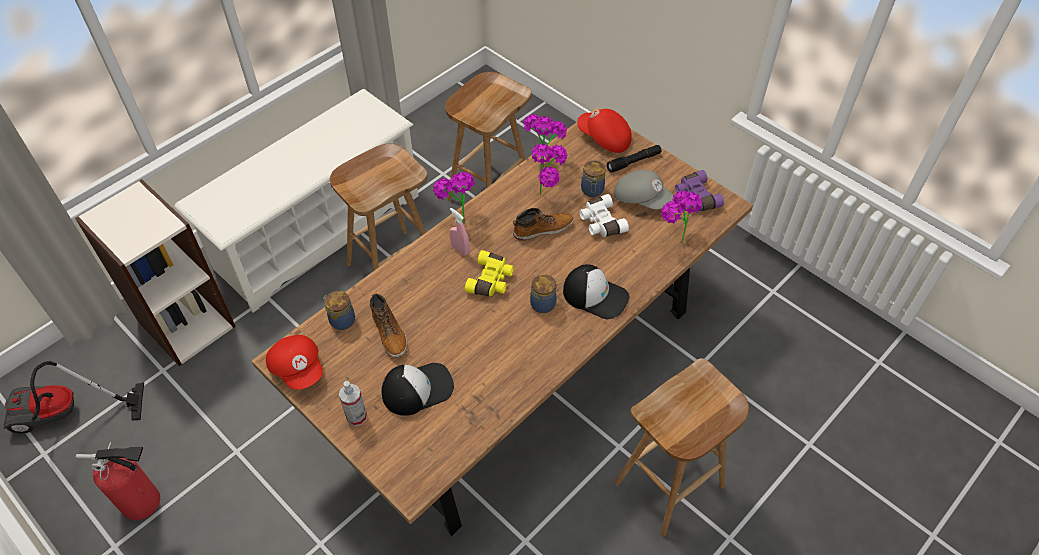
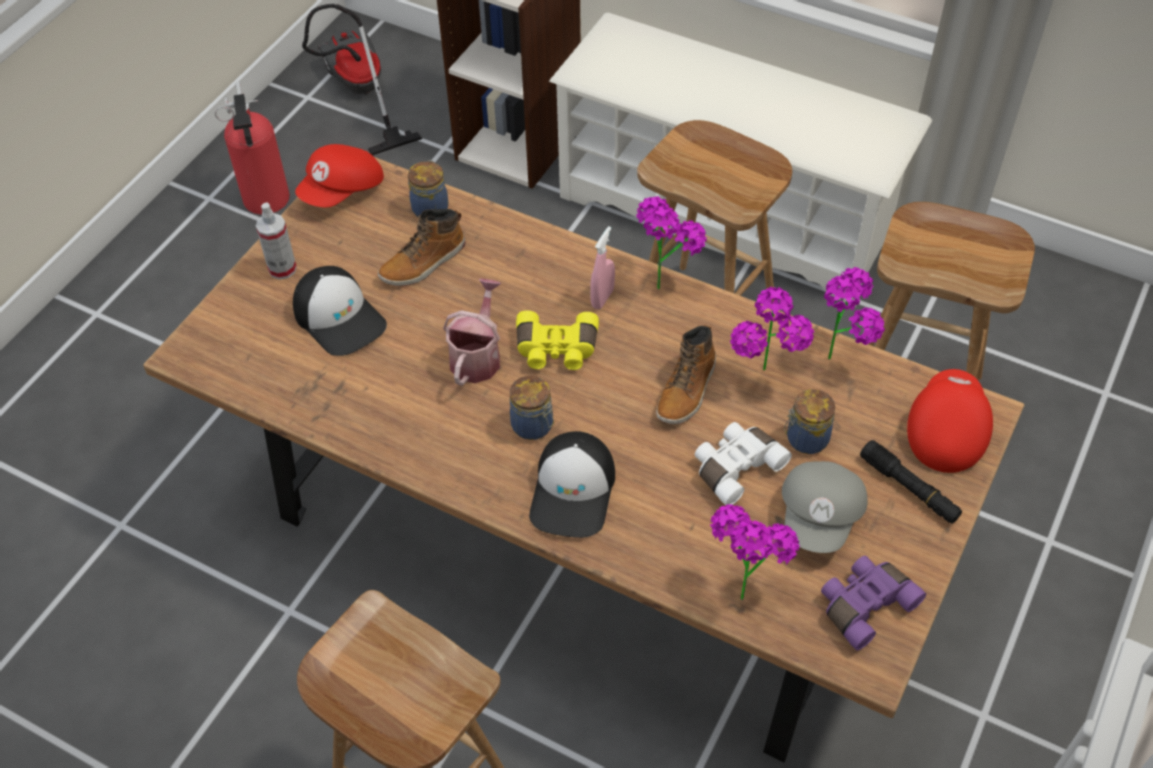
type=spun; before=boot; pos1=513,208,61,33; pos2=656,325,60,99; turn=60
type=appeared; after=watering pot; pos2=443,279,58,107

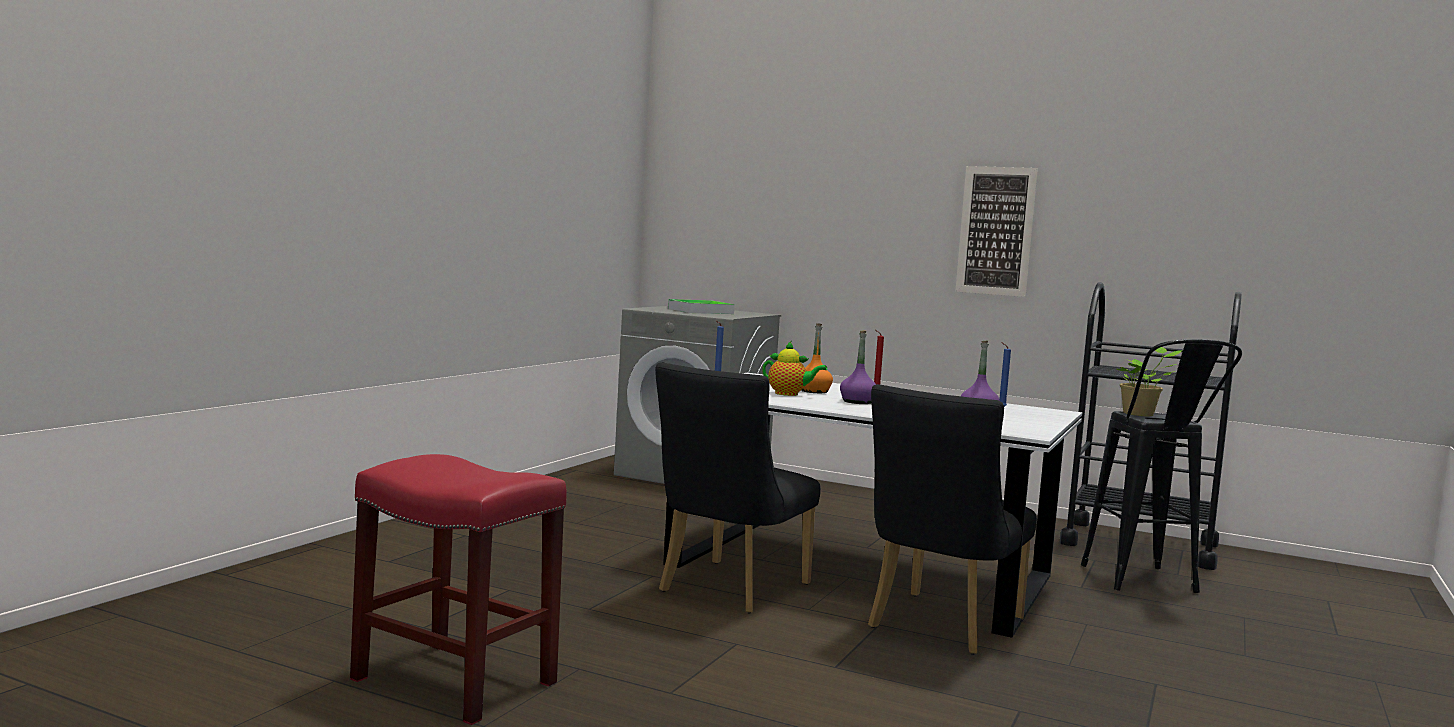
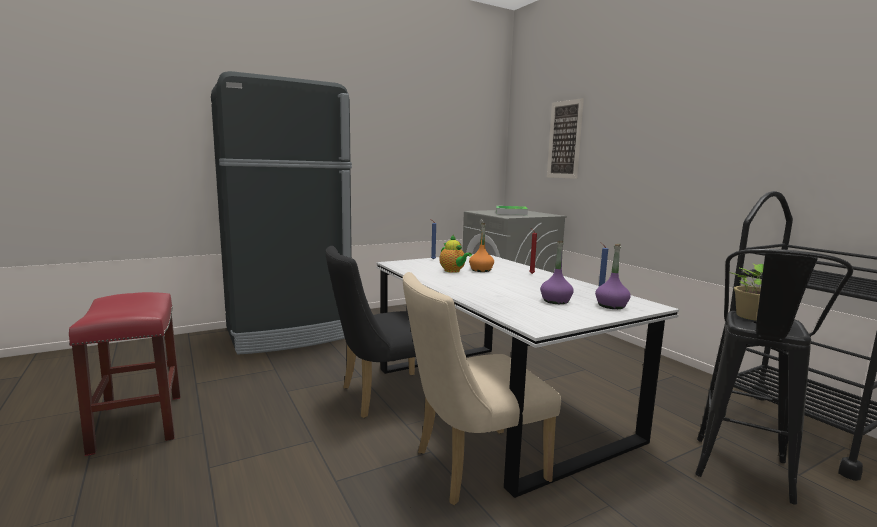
type=relocated; before=wall art; pos1=955,166,83,131; pos2=547,98,37,81
type=relocated; before=purplish beverage bottle; pos1=840,330,36,74; pos2=595,244,36,65
type=colour; before=black chair; after=beige chair; pos1=868,384,169,271; pos2=403,272,158,233
type=appeared; after=black kitchen fridge; pos2=211,71,141,283

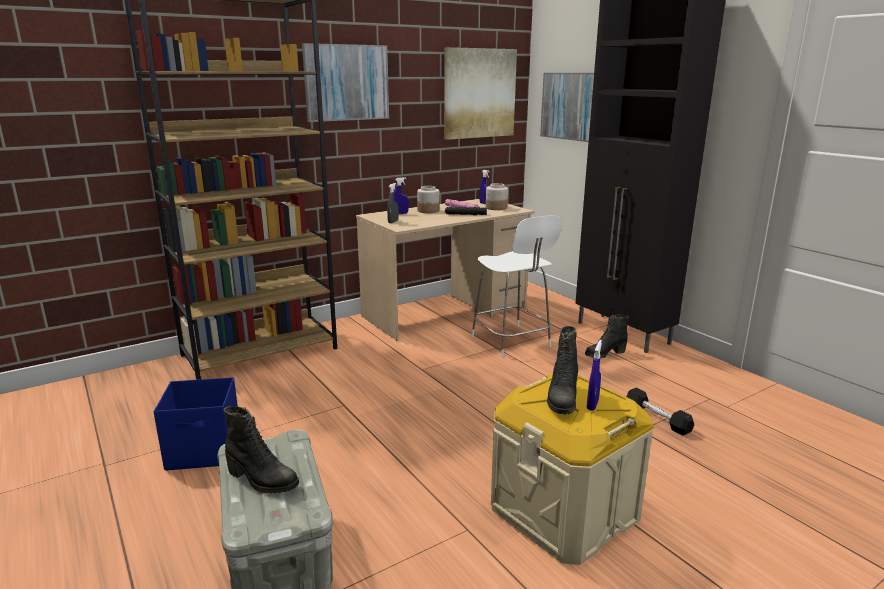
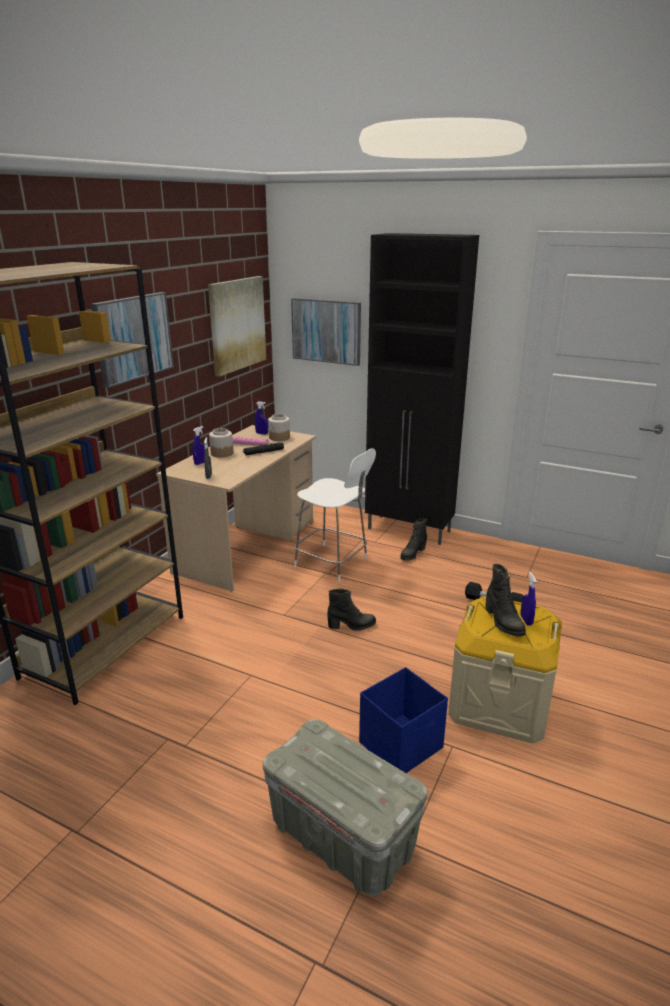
type=relocated; before=bluish storage bin; pos1=153,377,85,94; pos2=359,667,89,106
type=relocated; before=black boot; pos1=223,406,76,88; pos2=327,589,49,42

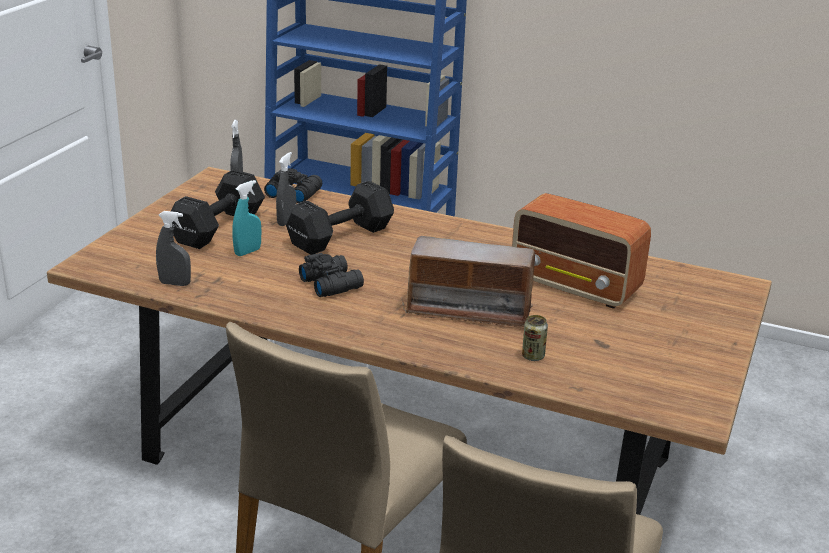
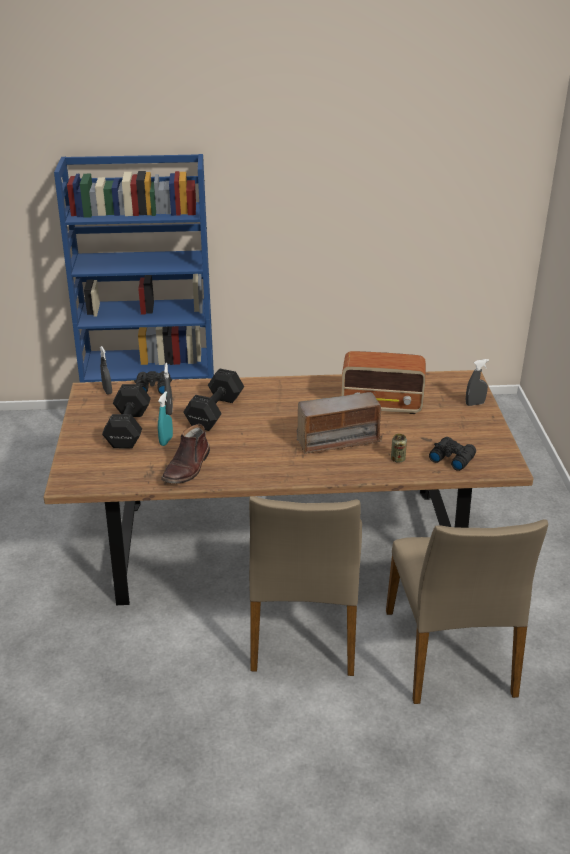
type=relocated; before=gray hand sprayer; pos1=156,211,35,75; pos2=466,359,23,47
type=relocated; before=black binoculars; pos1=299,253,65,44; pos2=429,437,47,34
type=appeared; after=brown-coloured boot; pos2=161,424,49,60

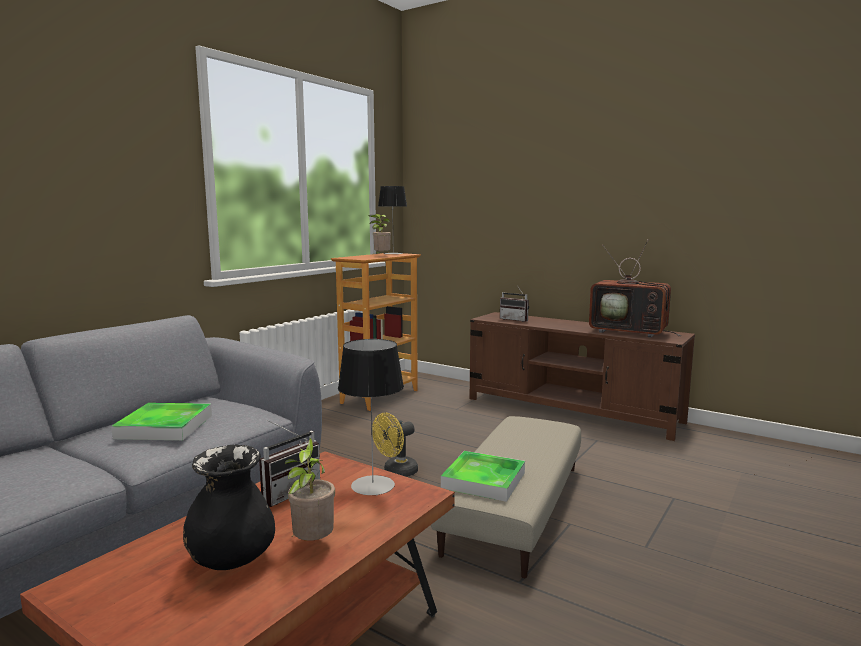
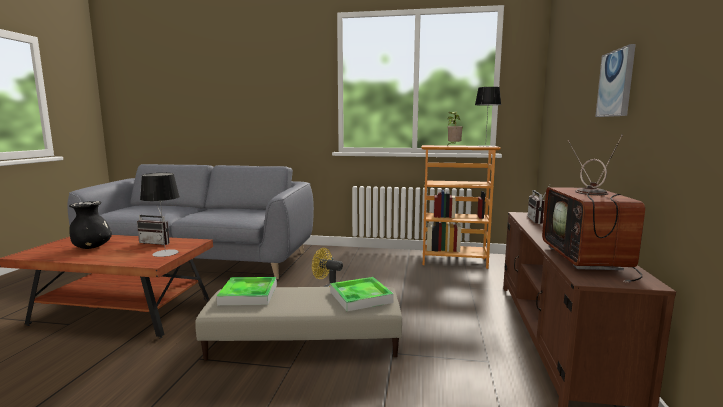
type=relocated; before=tray; pos1=111,403,101,37; pos2=330,277,64,34
type=missing; before=potted plant; pos1=285,438,50,103
type=appeared; after=wall art; pos2=595,44,41,73

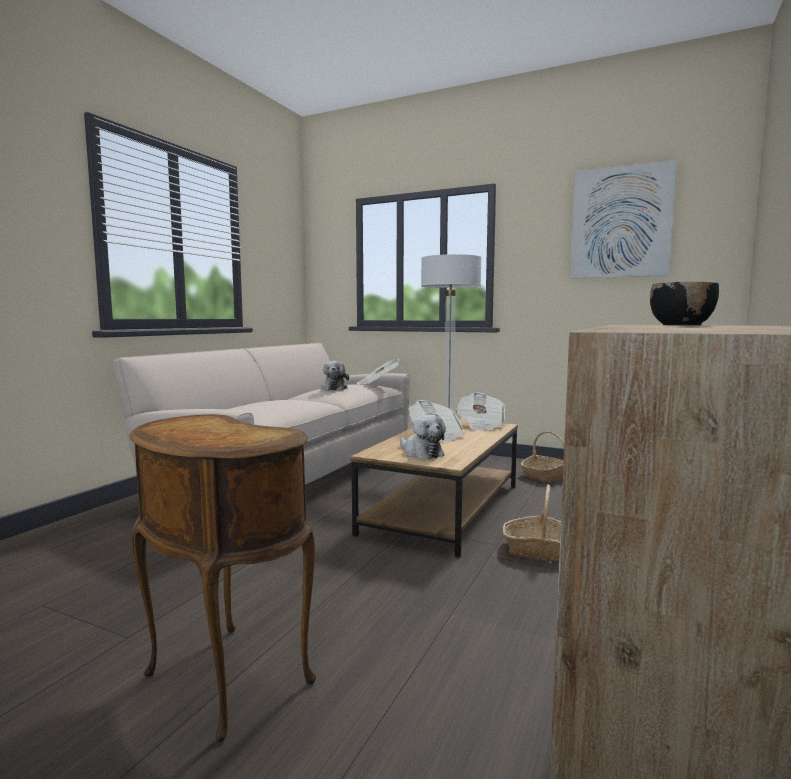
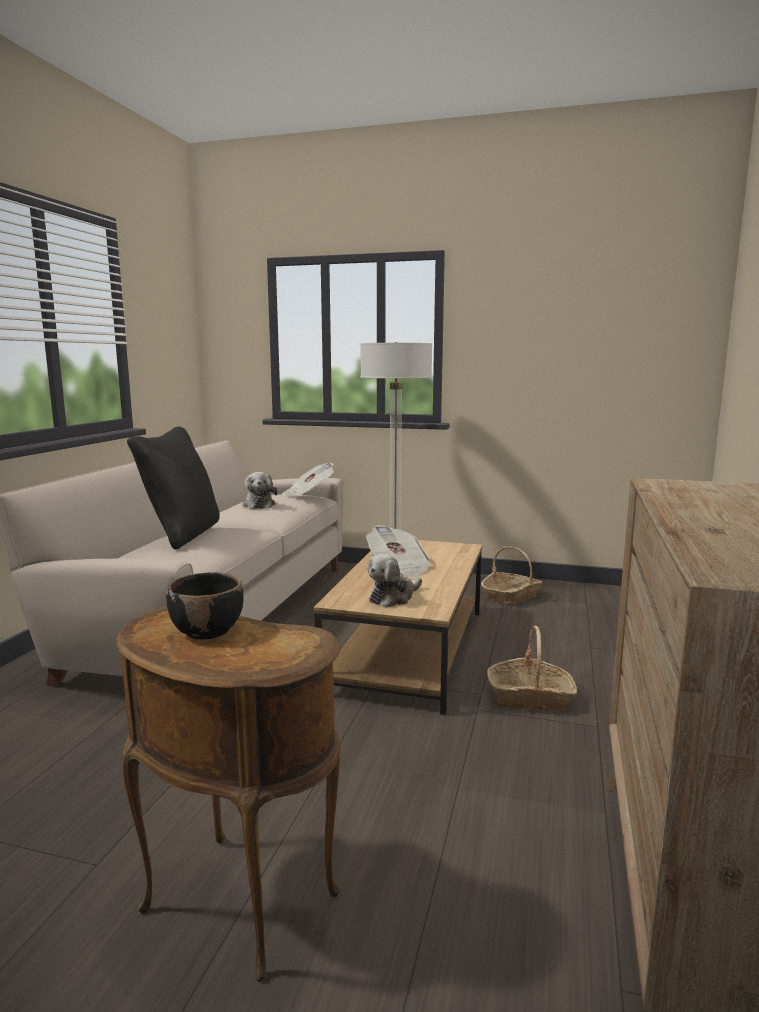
type=missing; before=wall art; pos1=570,160,107,119
type=relocated; before=black serving bowl; pos1=650,282,69,43; pos2=166,572,78,67
type=missing; before=newspaper; pos1=456,392,50,39
type=spun; before=soft toy; pos1=400,414,46,45; pos2=367,554,55,53; turn=90
type=appeared; after=black pillow; pos2=127,426,93,123

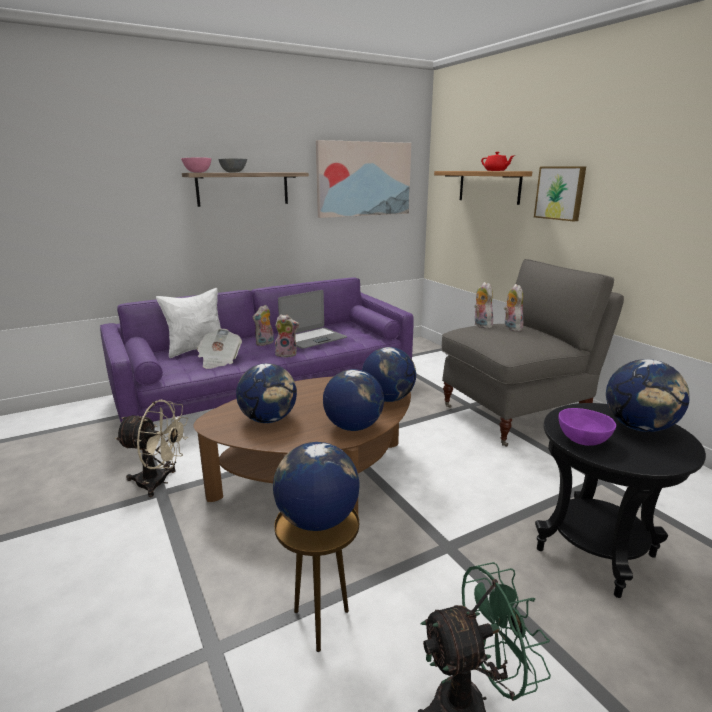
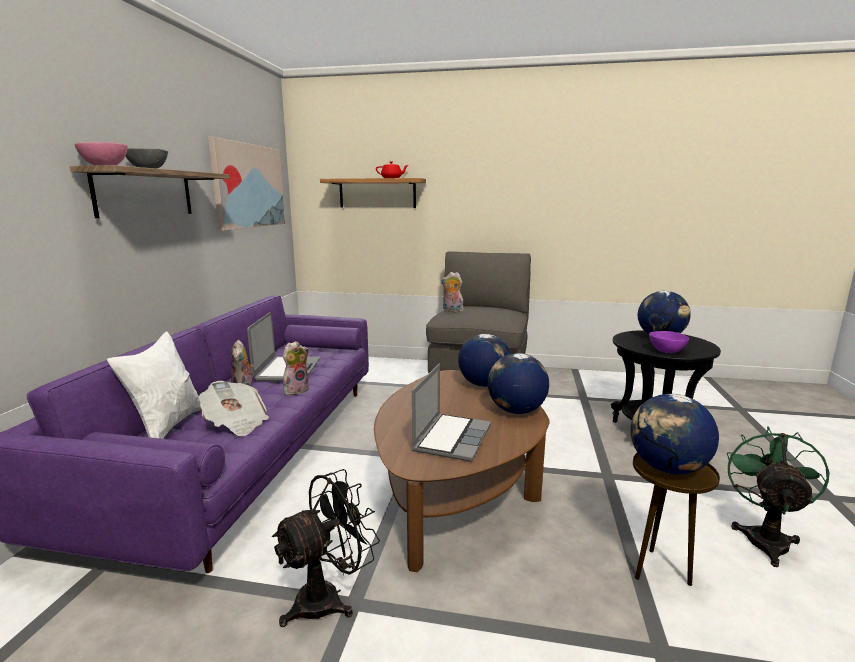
type=missing; before=wall art; pos1=534,166,52,55
type=missing; before=soft toy; pos1=504,284,19,48
type=exchanged; before=world globe; after=laptop; pos1=236,363,61,60; pos2=412,364,79,98
type=colour; before=beige electric fan; after=black electric fan; pos1=115,400,73,97; pos2=272,469,108,158

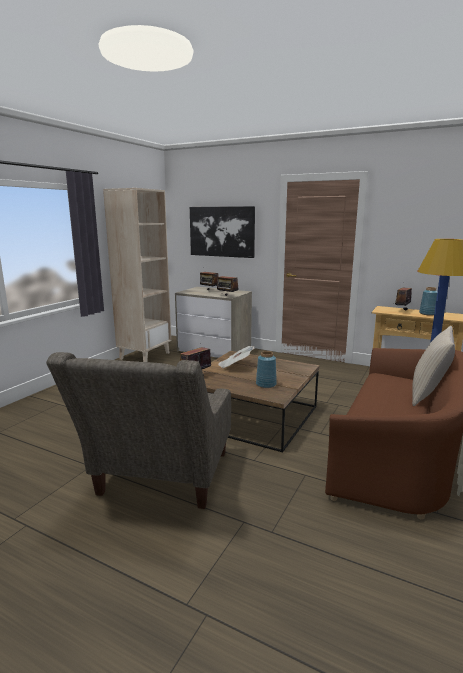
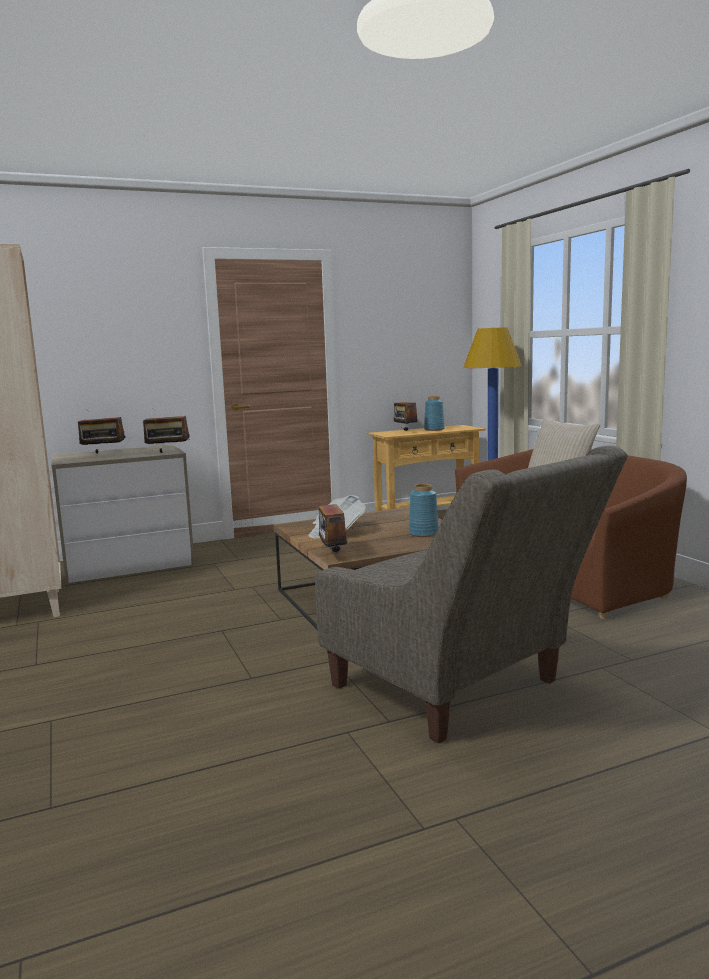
type=missing; before=wall art; pos1=190,206,65,52

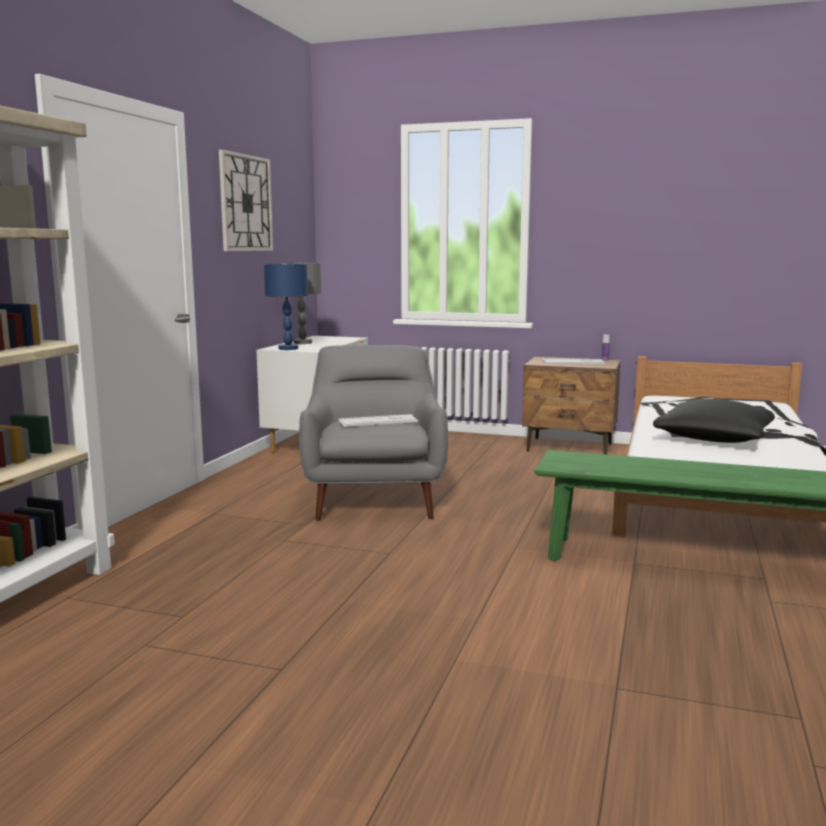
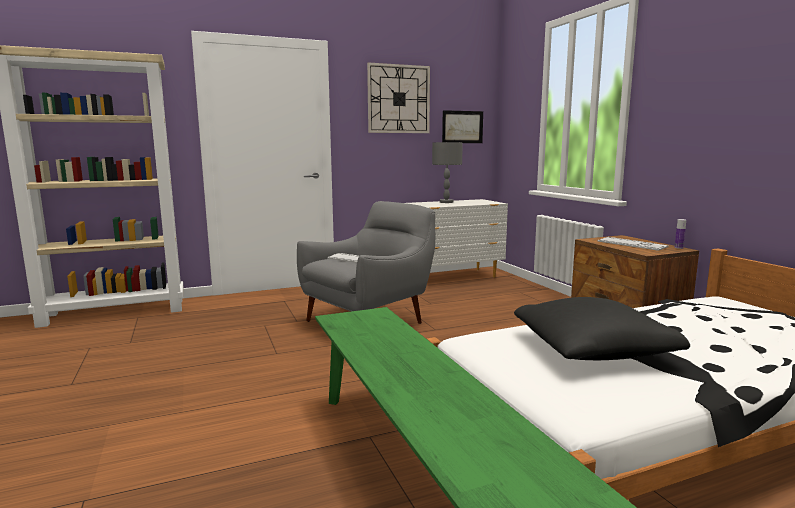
type=missing; before=bluish table lamp; pos1=264,264,44,86
type=appeared; after=wall art; pos2=442,110,41,33

